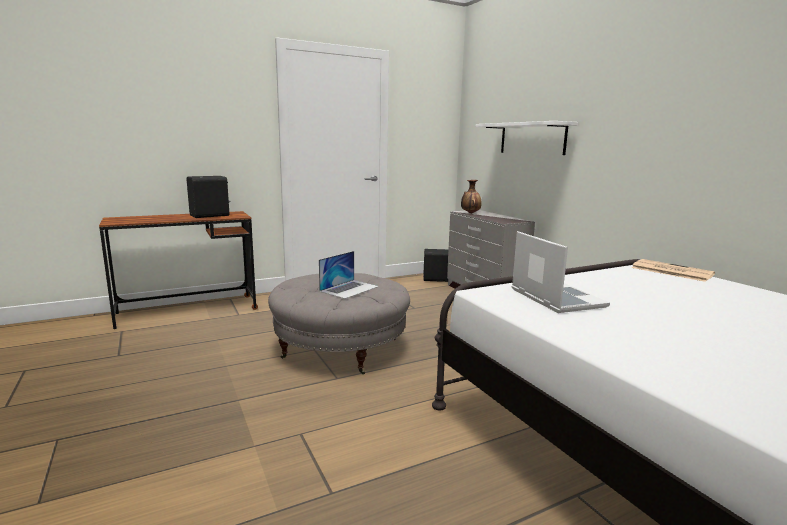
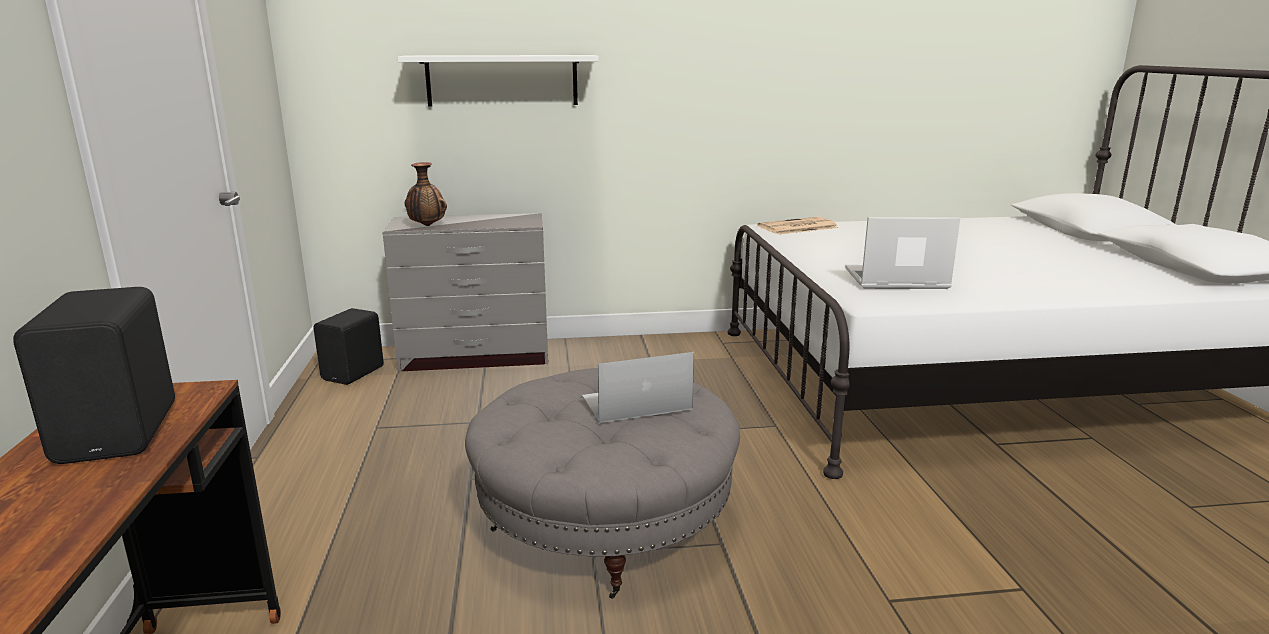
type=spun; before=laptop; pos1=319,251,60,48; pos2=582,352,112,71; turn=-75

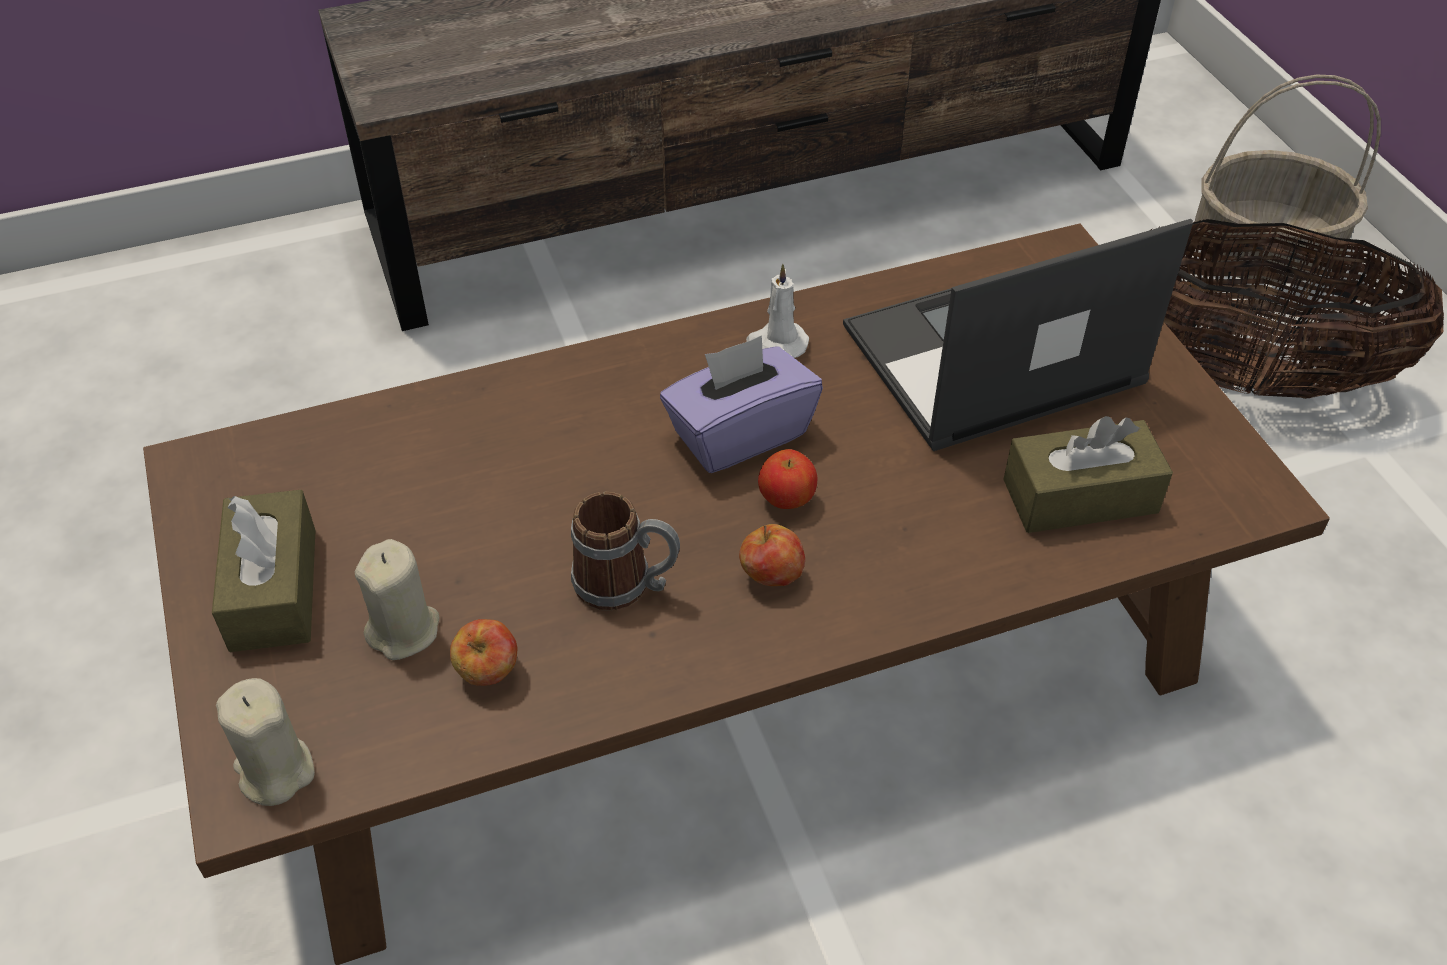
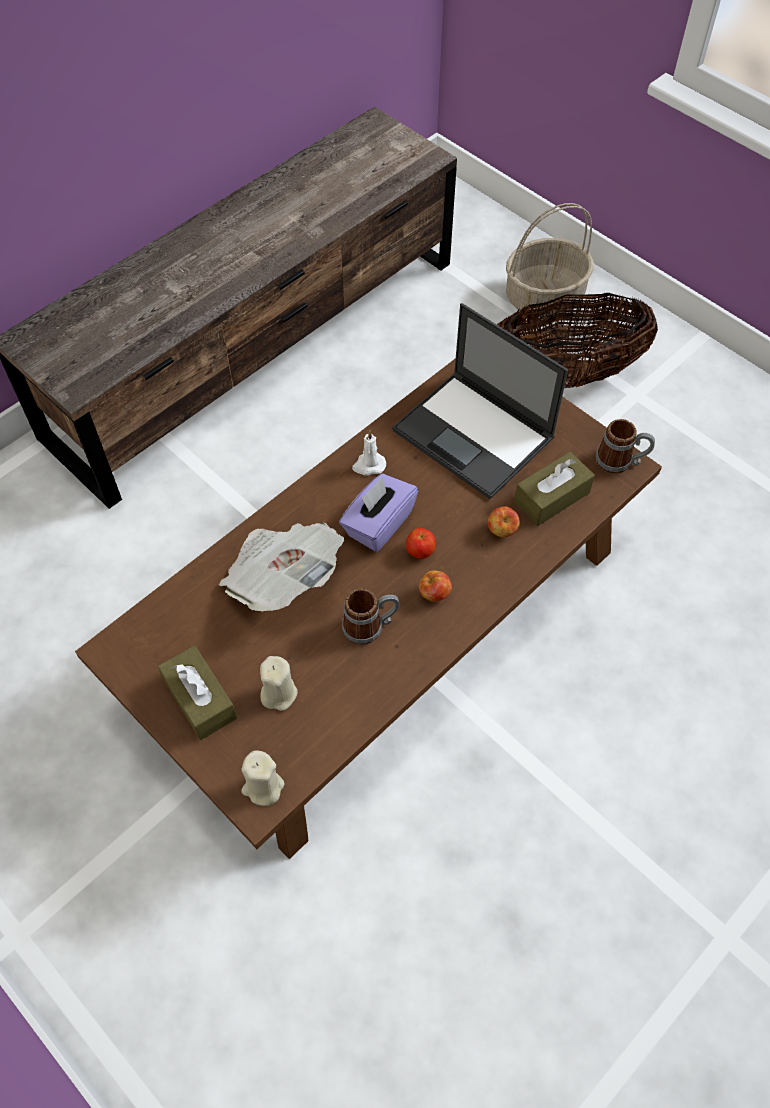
type=spun; before=laptop; pos1=843,219,350,232; pos2=392,303,176,196; turn=-90
type=relocated; before=apple fruit; pos1=450,619,67,67; pos2=488,506,32,31
type=appeared; after=coffee mug; pos2=596,419,59,55
type=appeared; after=newspaper; pos2=219,522,125,90

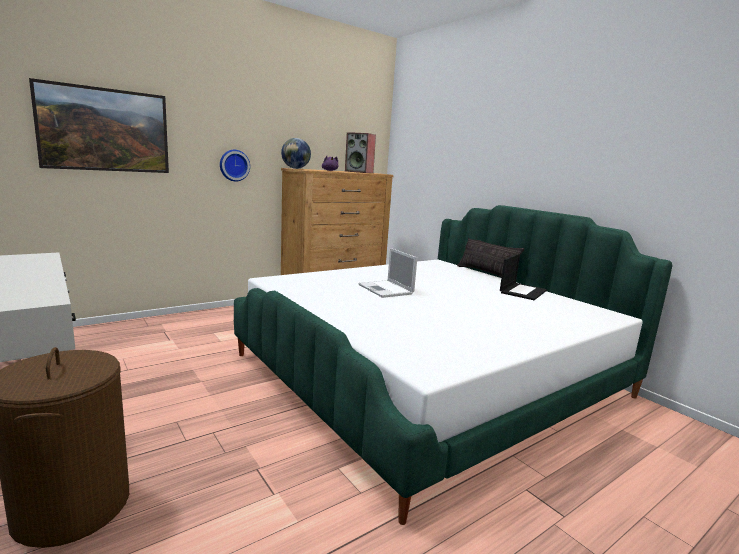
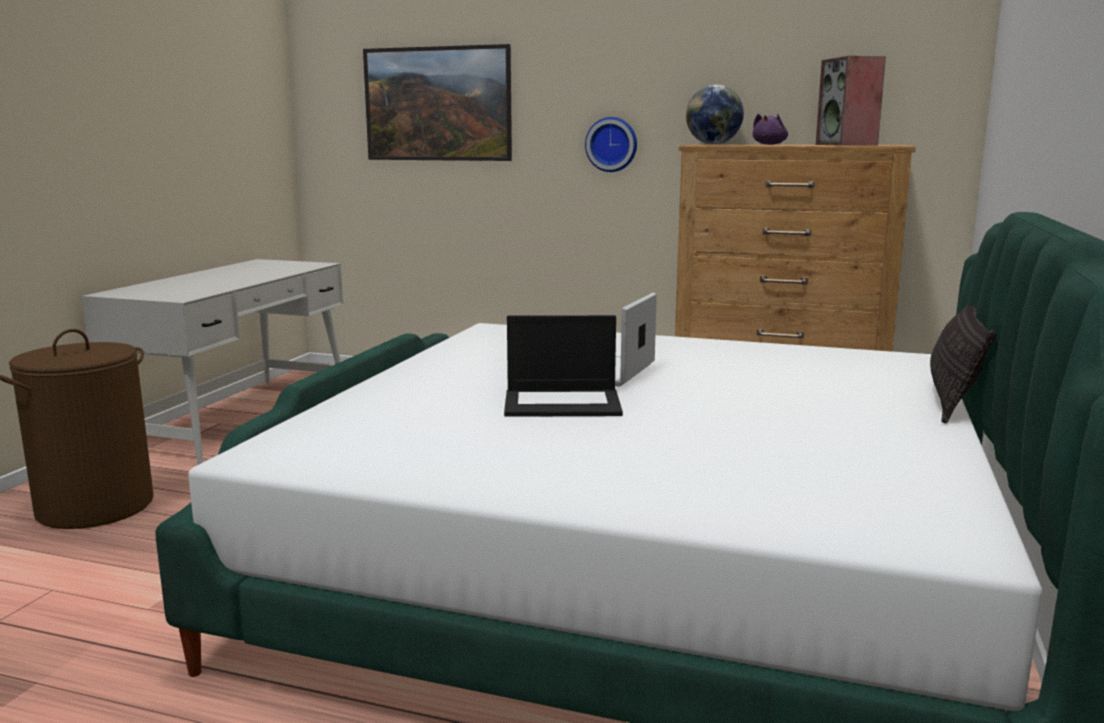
type=relocated; before=laptop; pos1=500,253,47,47; pos2=504,315,119,102

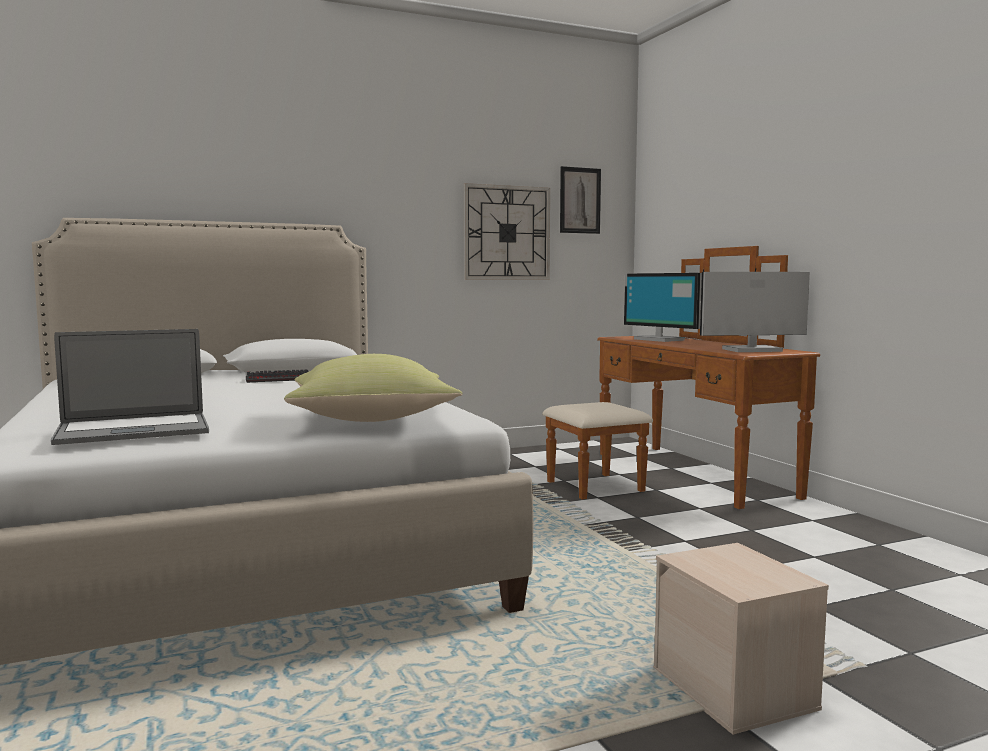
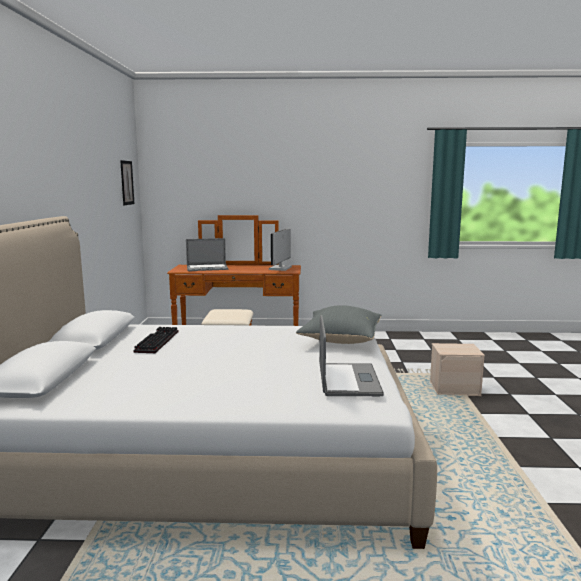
type=missing; before=wall clock; pos1=464,183,86,97
type=exchanged; before=monitor; after=laptop; pos1=624,273,78,69; pos2=186,238,42,33
type=colour; before=yellow pillow; after=gray pillow; pos1=284,354,179,68; pos2=296,305,85,39

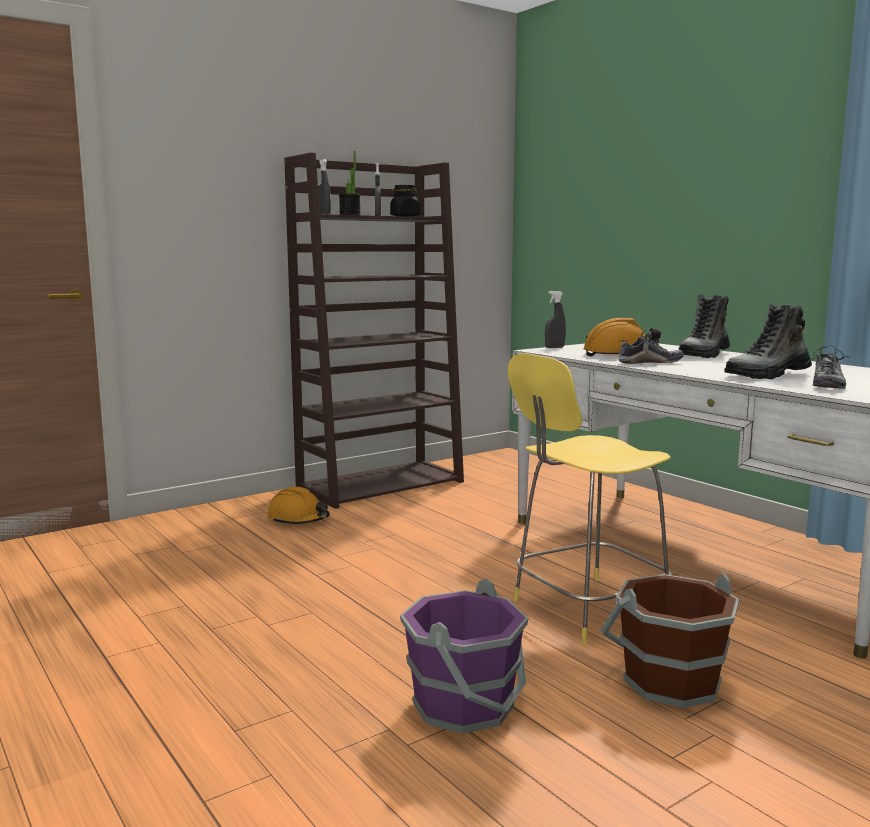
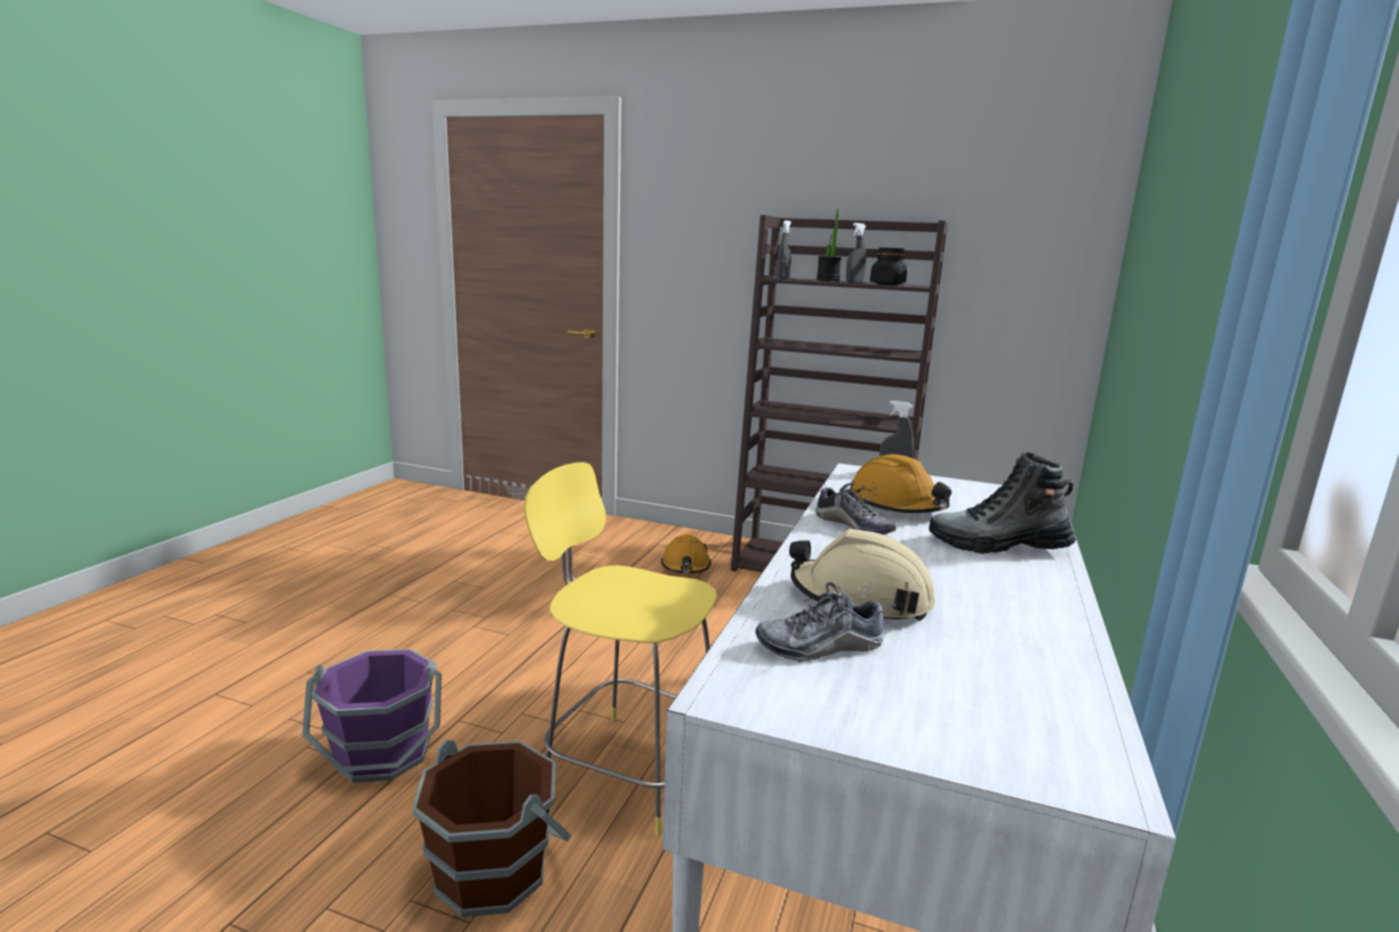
type=exchanged; before=boot; after=beige hard hat; pos1=724,303,88,76; pos2=789,529,146,92

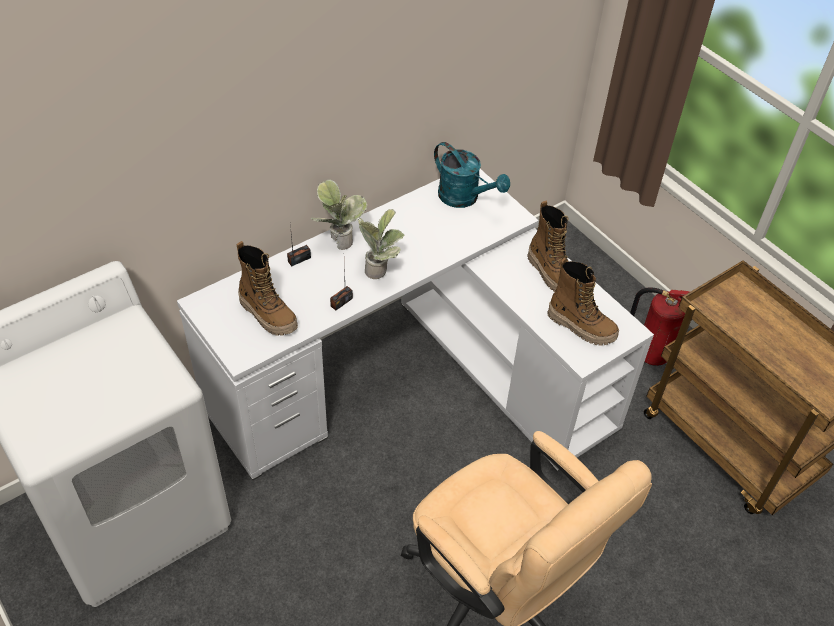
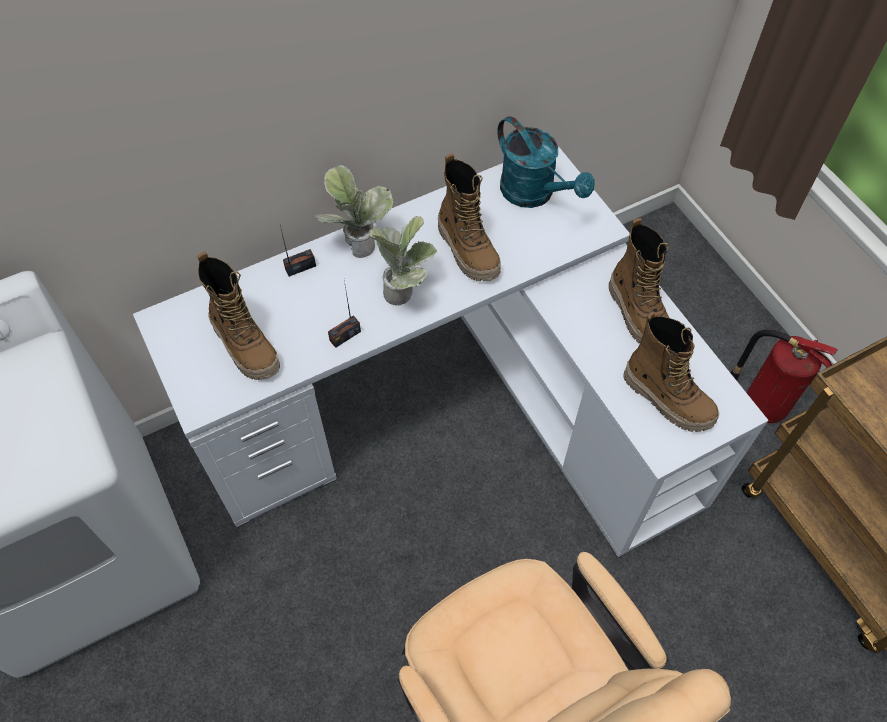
type=appeared; after=boot; pos2=438,153,63,128

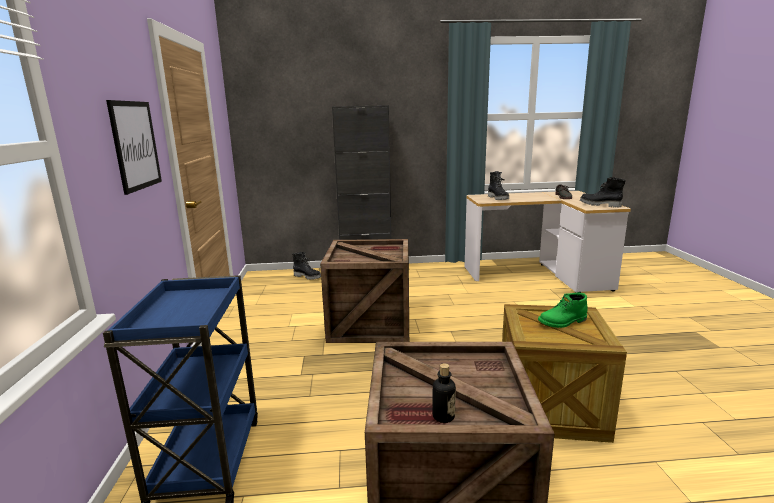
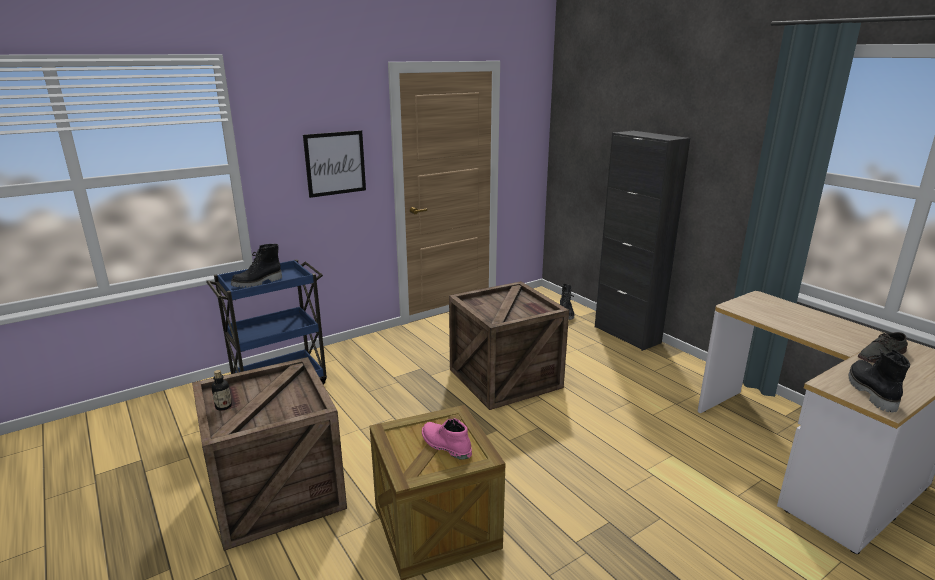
type=relocated; before=black boot; pos1=488,171,21,29; pos2=231,244,51,44
type=colour; before=green boot; after=pink-coloured boot; pos1=538,293,50,35; pos2=422,418,50,42

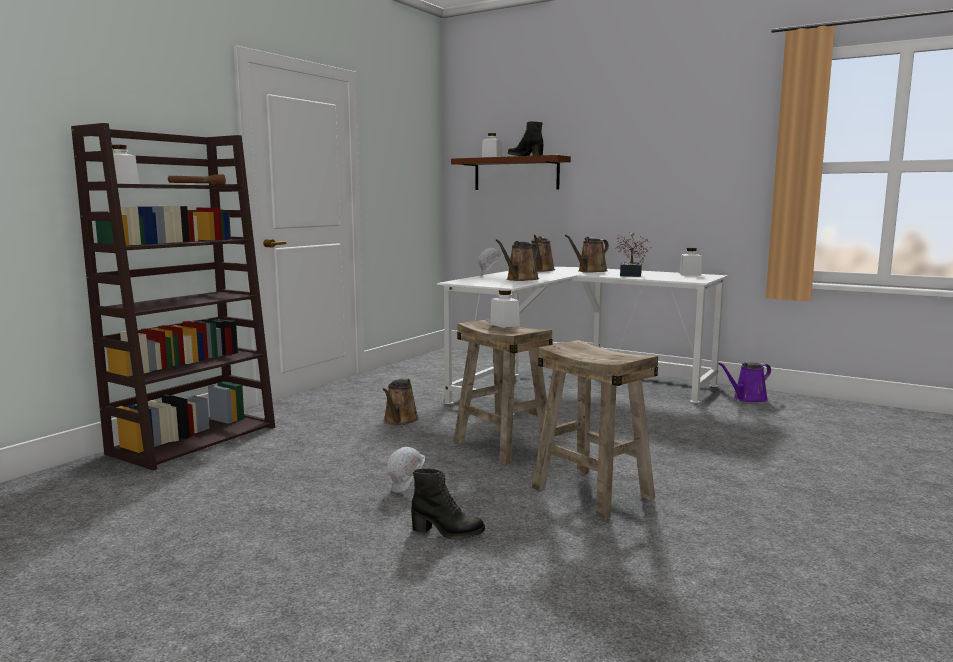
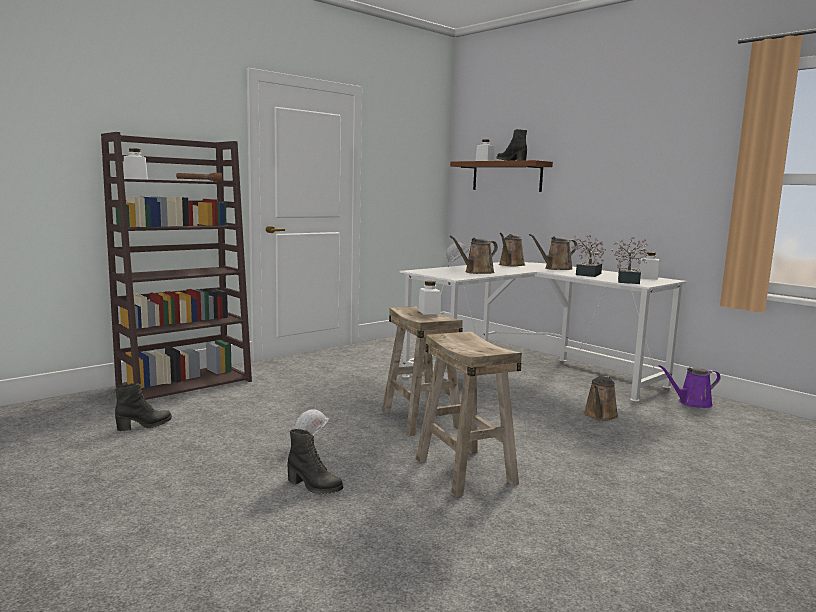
type=relocated; before=brown-coloured watering pot; pos1=383,379,36,46; pos2=583,376,35,44
type=appeared; after=potted plant; pos2=611,237,38,47
type=appeared; after=black boot; pos2=115,383,57,48

